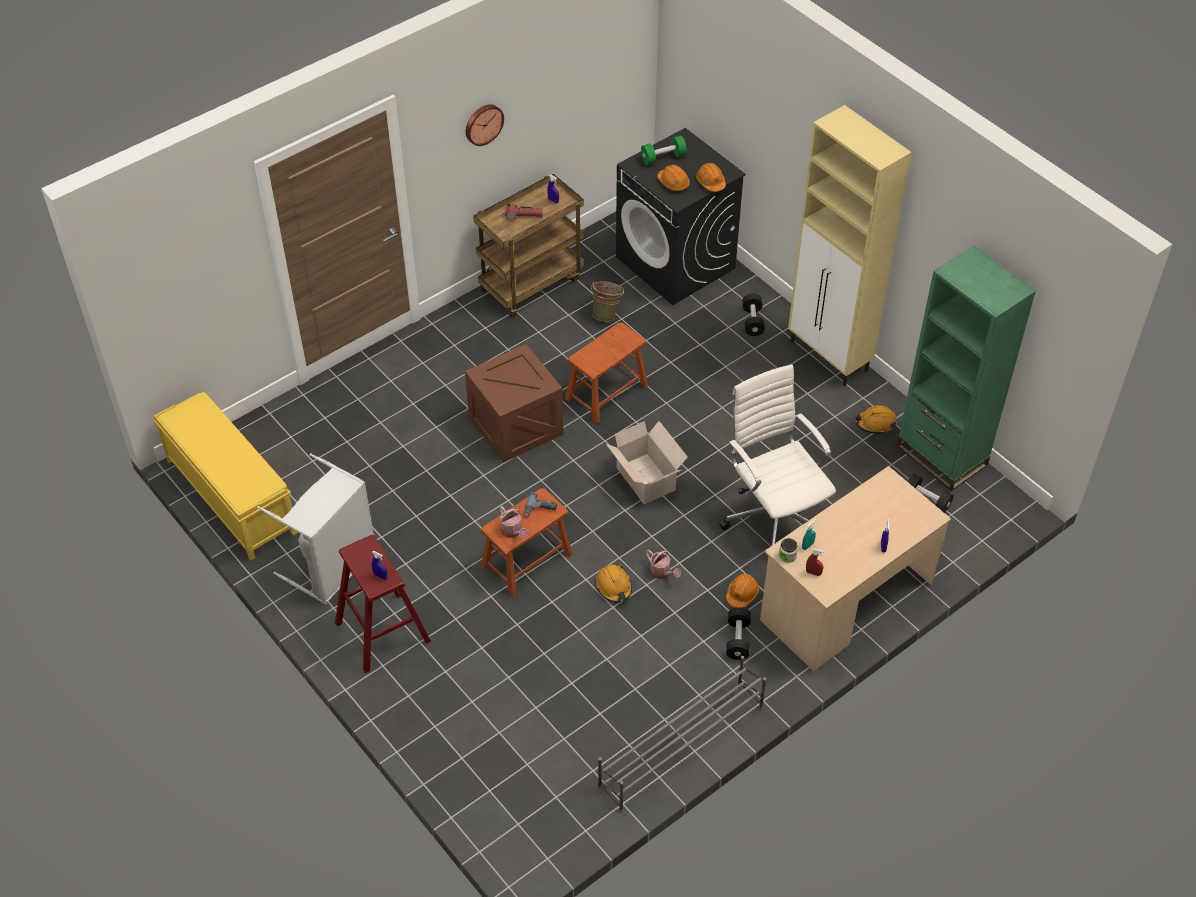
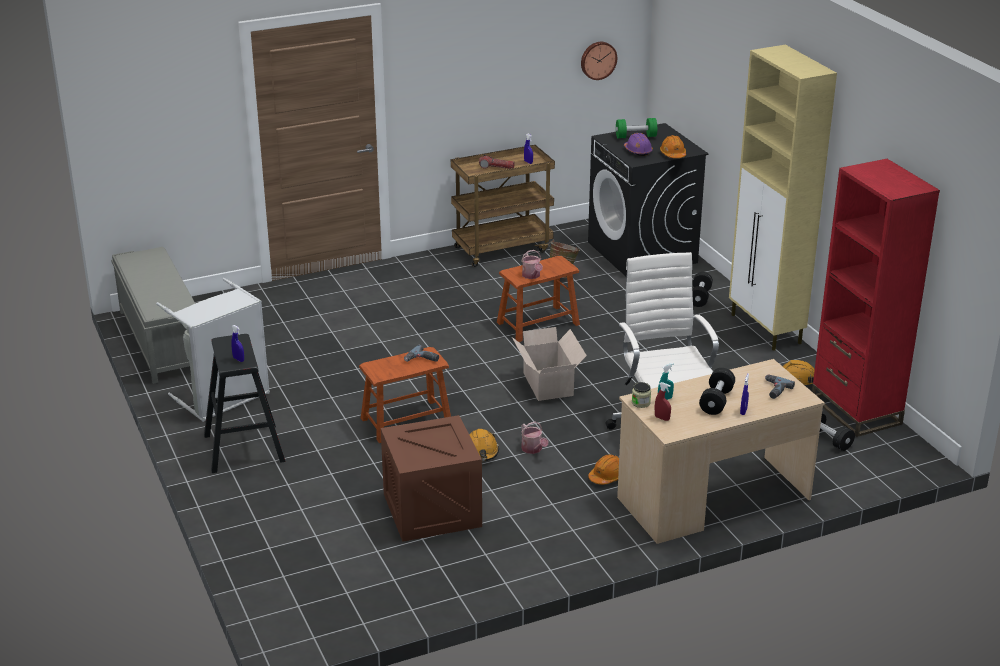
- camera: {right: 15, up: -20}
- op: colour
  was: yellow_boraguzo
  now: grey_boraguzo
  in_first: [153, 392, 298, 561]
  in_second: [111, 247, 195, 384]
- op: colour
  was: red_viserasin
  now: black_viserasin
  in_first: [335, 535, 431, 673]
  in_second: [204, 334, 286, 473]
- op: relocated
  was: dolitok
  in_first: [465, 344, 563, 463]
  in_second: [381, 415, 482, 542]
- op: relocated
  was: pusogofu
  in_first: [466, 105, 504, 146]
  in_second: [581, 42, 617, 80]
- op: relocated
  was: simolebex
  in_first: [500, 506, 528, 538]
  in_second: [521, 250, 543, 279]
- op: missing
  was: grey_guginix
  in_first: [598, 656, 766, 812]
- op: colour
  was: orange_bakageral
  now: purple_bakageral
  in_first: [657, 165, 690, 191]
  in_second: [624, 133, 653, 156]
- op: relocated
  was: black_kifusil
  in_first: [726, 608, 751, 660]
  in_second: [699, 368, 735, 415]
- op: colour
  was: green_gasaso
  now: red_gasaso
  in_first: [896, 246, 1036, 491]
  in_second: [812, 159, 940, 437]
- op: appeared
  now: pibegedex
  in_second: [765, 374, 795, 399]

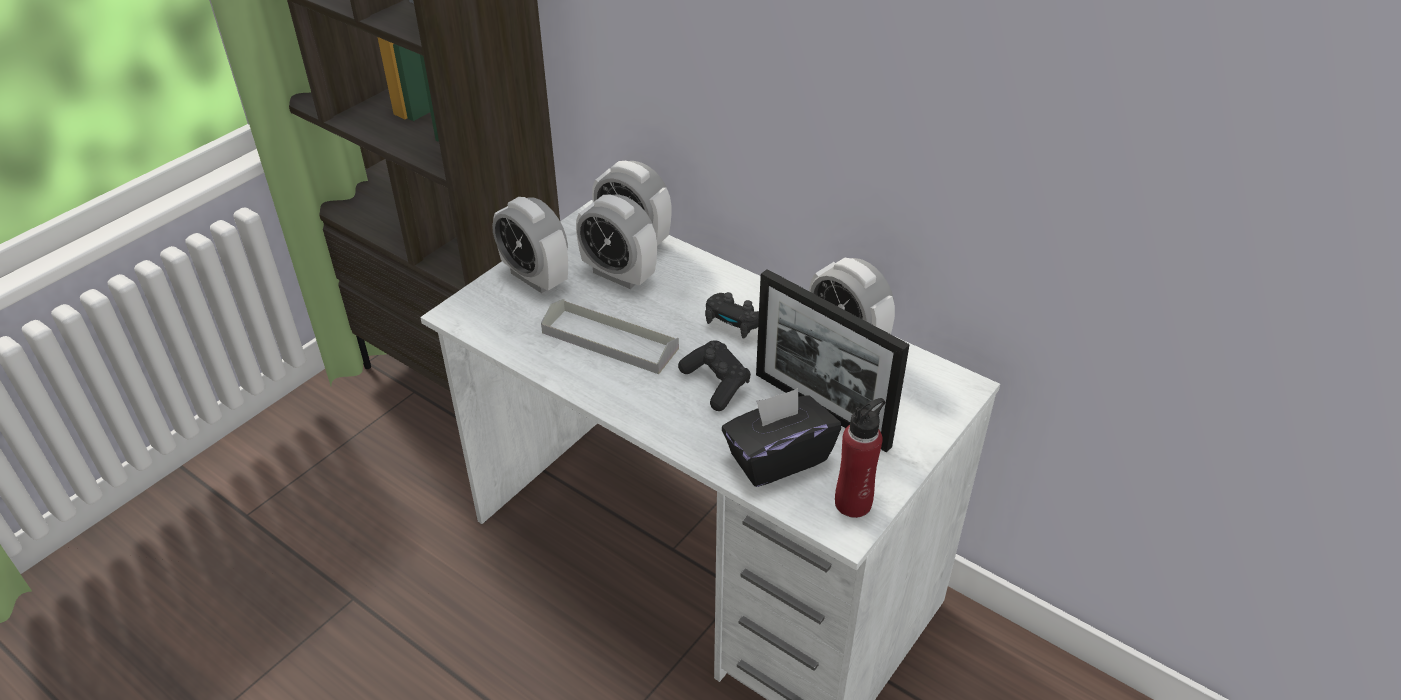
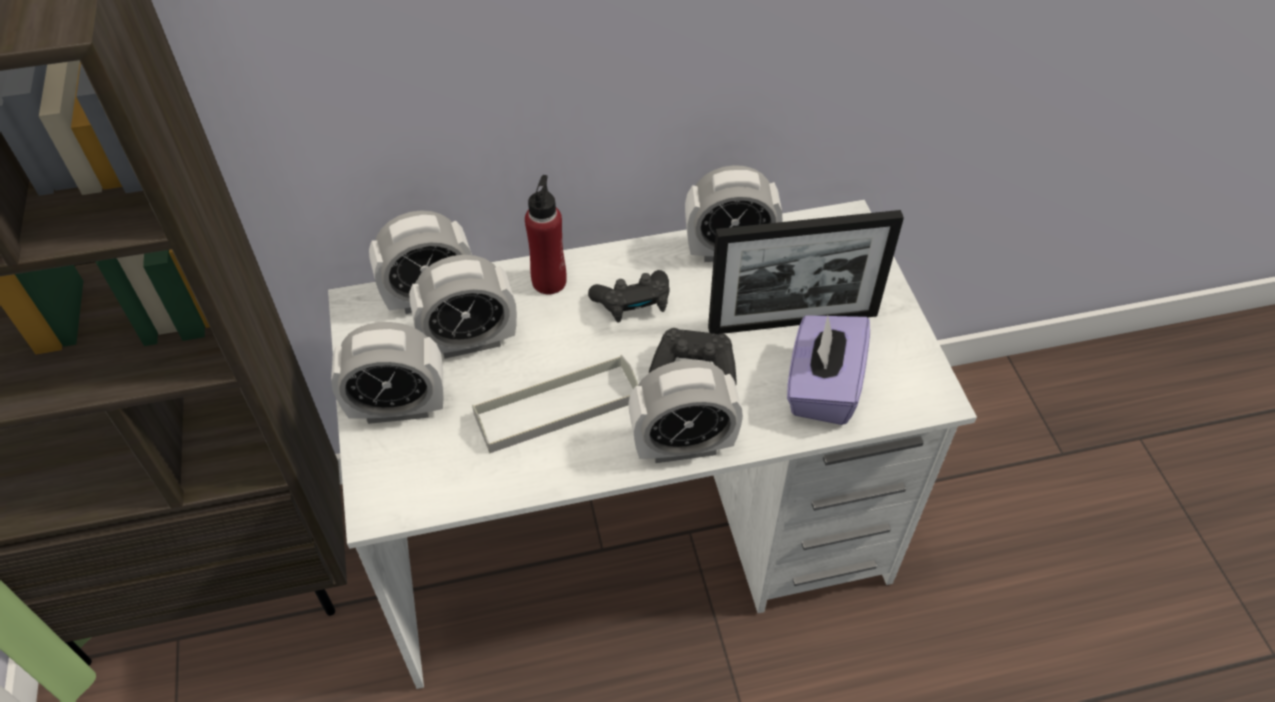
- camera: {right: -50, up: 10}
- op: colour
  was: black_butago
  now: purple_butago
  in_first: [722, 388, 841, 487]
  in_second: [787, 315, 870, 425]
- op: relocated
  was: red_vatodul
  in_first: [835, 398, 885, 518]
  in_second: [525, 175, 567, 295]
- op: appeared
  now: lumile
  in_second: [629, 360, 743, 463]

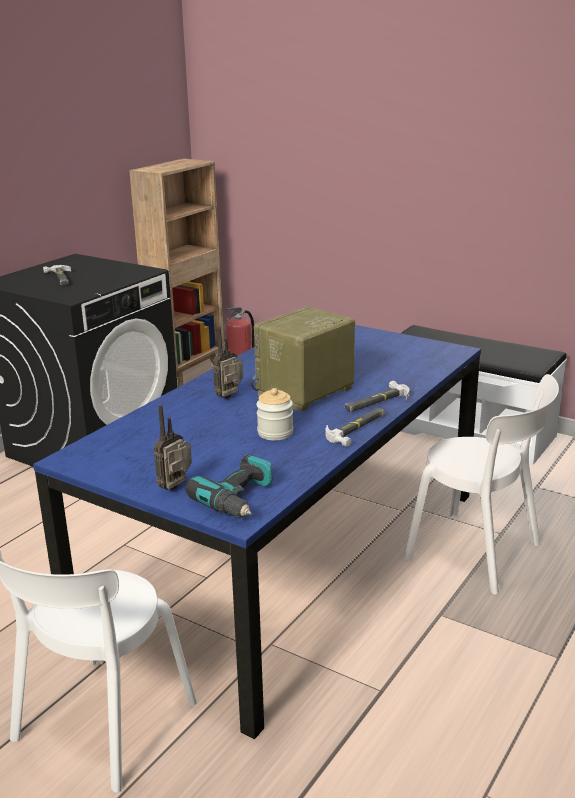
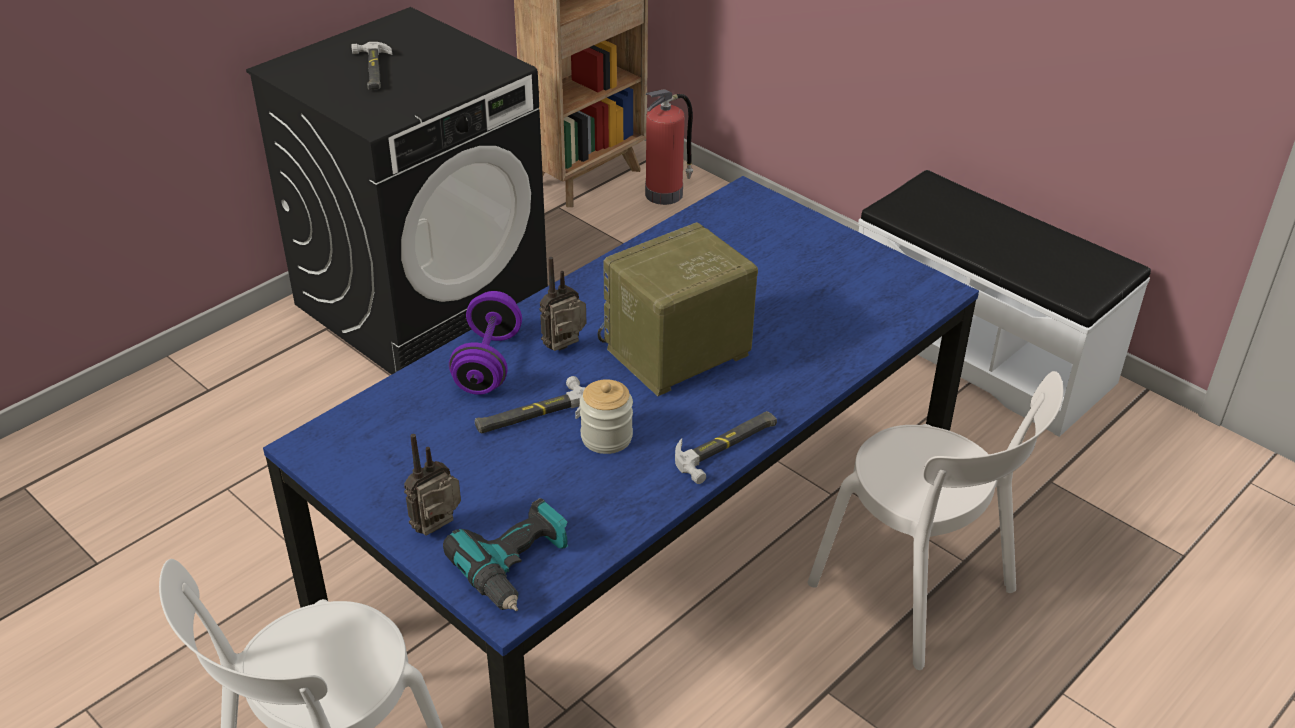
- camera: {right: 10, up: 15}
- op: relocated
  was: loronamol
  in_first: [345, 381, 409, 412]
  in_second: [475, 376, 585, 434]
- op: appeared
  now: purple_kifusil
  in_second: [449, 291, 522, 395]

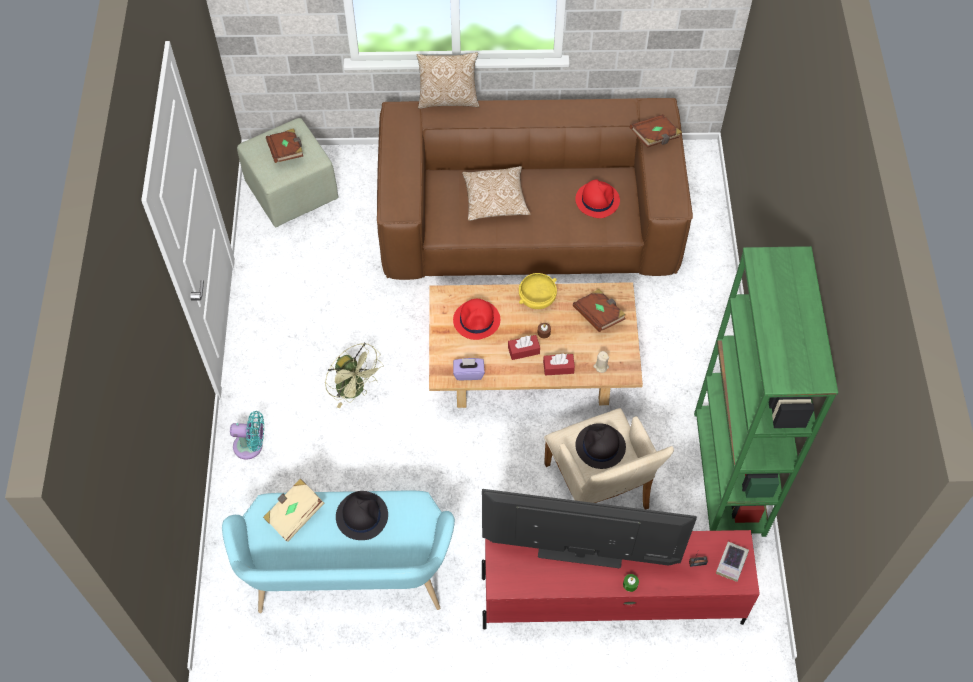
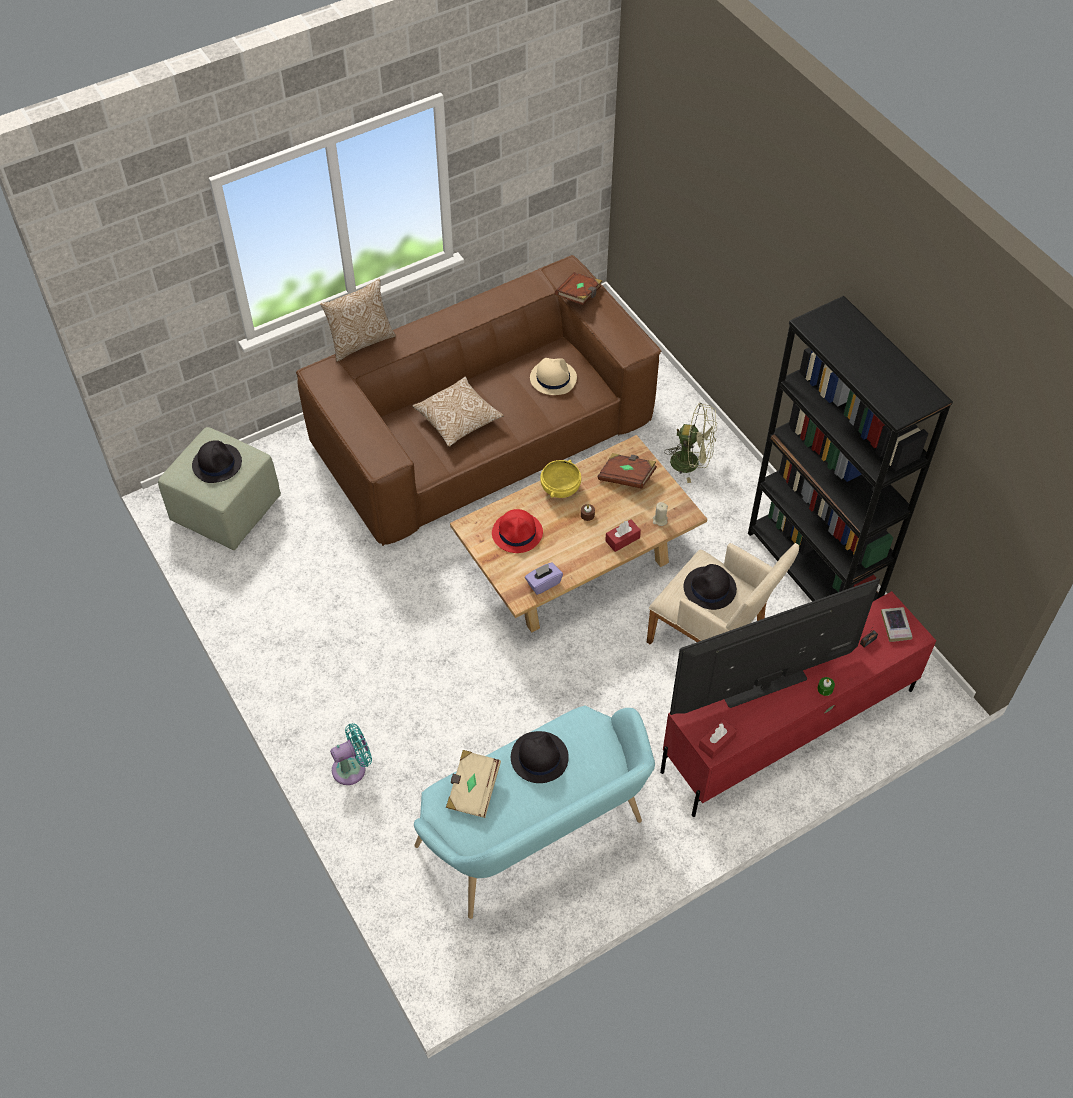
- camera: {right: -30, up: -5}
- op: exchanged
  was: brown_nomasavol
  now: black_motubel
  in_first: [266, 129, 303, 163]
  in_second: [192, 440, 242, 483]
- op: relocated
  was: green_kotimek
  in_first: [325, 343, 384, 409]
  in_second: [664, 403, 717, 483]
- op: relocated
  was: red_butago
  in_first: [508, 335, 540, 360]
  in_second: [698, 719, 737, 759]
- op: colour
  was: red_motubel
  now: beige_motubel
  in_first: [575, 179, 620, 218]
  in_second: [530, 358, 577, 395]
- op: colour
  was: green_gasaso
  now: black_gasaso
  in_first: [694, 246, 838, 537]
  in_second: [748, 296, 953, 601]

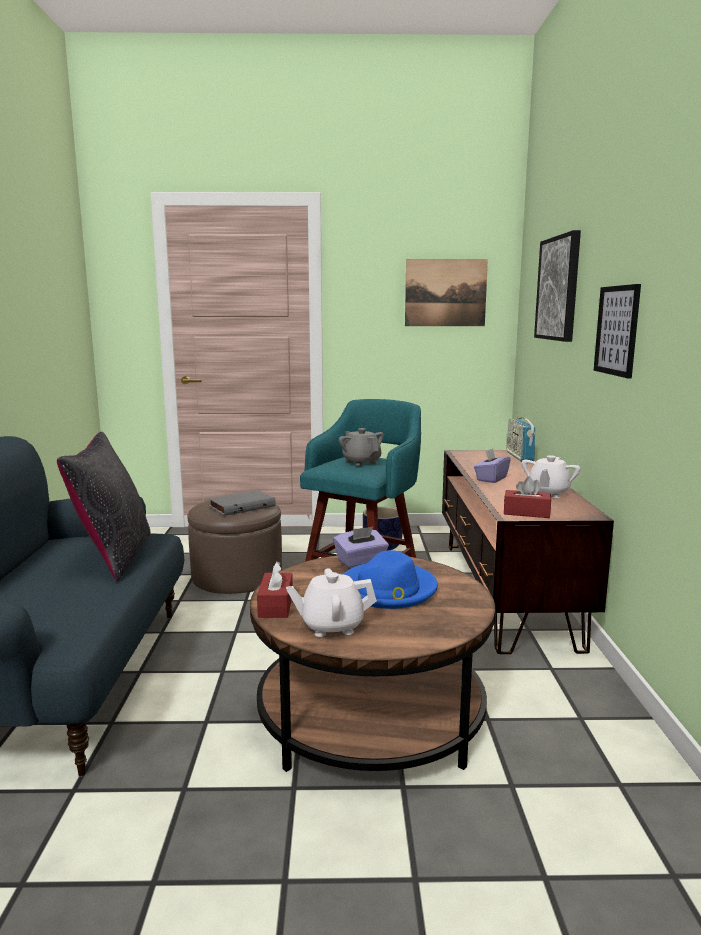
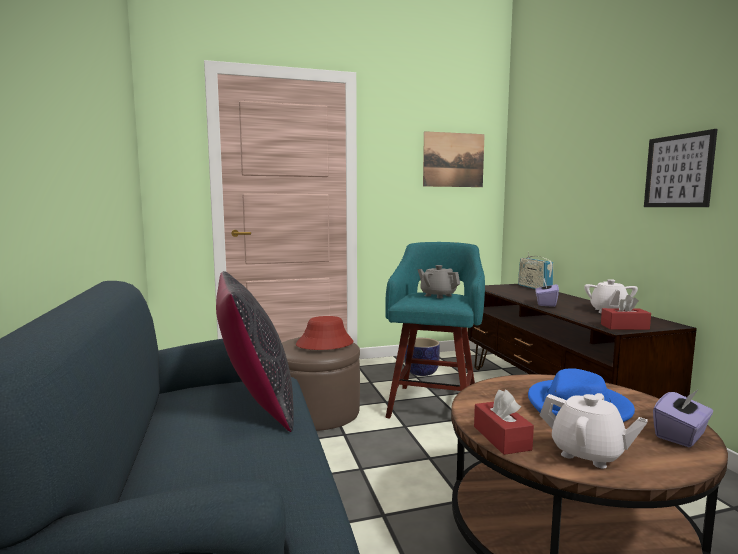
- camera: {right: -15, up: -5}
- op: exchanged
  was: grey_nomasavol
  now: red_motubel
  in_first: [209, 490, 276, 516]
  in_second: [296, 316, 353, 350]
- op: spun
  was: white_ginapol
  in_first: [286, 568, 377, 637]
  in_second: [540, 393, 648, 468]
  clockwise: -120
- op: relocated
  was: purple_butago
  in_first: [333, 527, 389, 568]
  in_second: [653, 389, 713, 447]
- op: missing
  was: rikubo
  in_first: [534, 230, 581, 342]

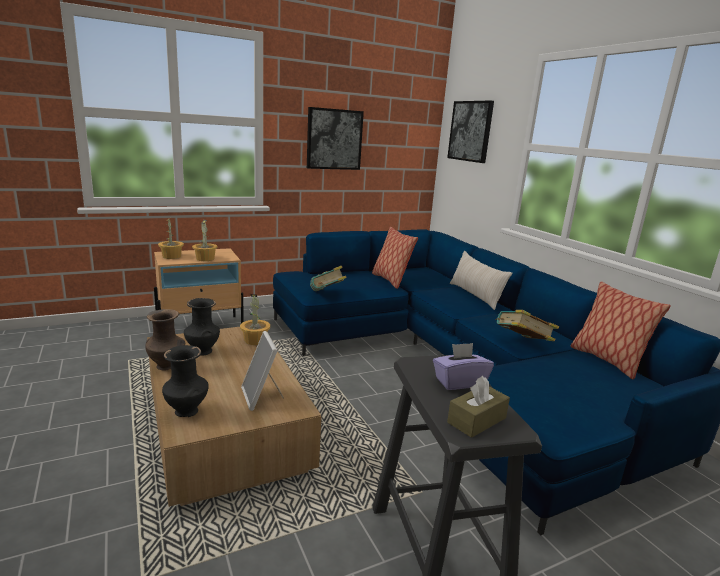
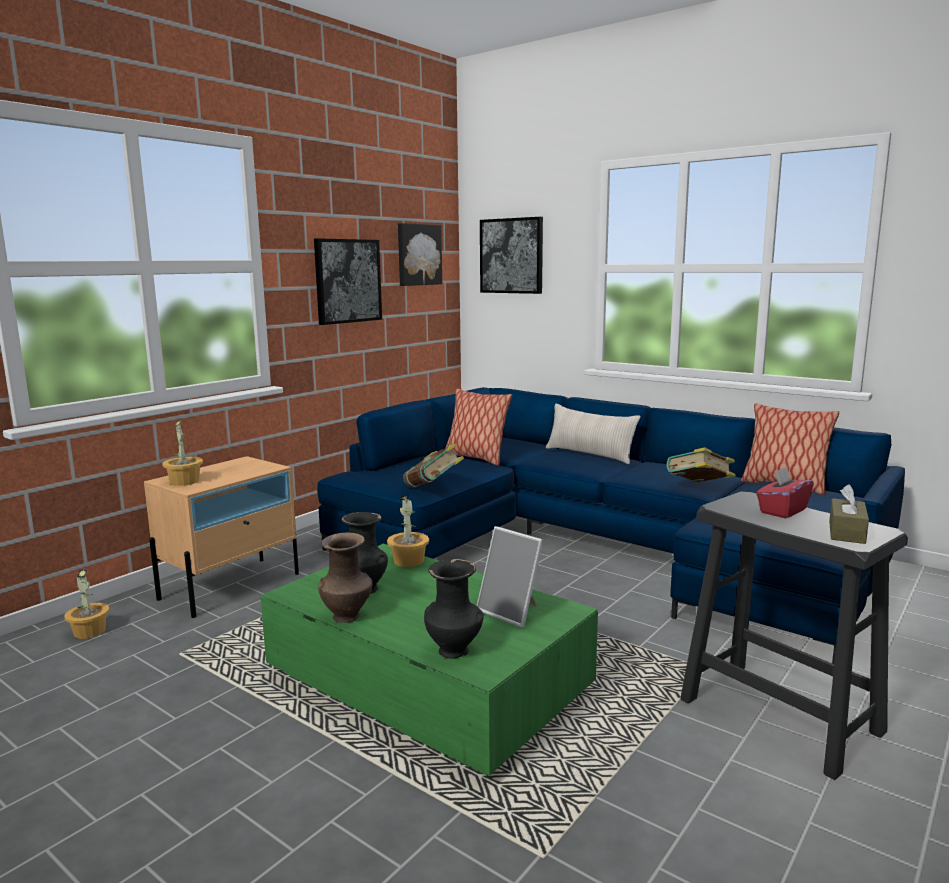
- camera: {right: -25, up: -5}
- op: colour
  was: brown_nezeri
  now: green_nezeri
  in_first: [147, 327, 321, 507]
  in_second: [261, 544, 598, 776]
- op: relocated
  was: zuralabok
  in_first: [192, 219, 218, 261]
  in_second: [65, 569, 109, 639]
- op: colour
  was: purple_butago
  now: red_butago
  in_first: [433, 343, 494, 390]
  in_second: [756, 467, 814, 519]
- op: appeared
  now: rikubo
  in_second: [398, 223, 442, 286]

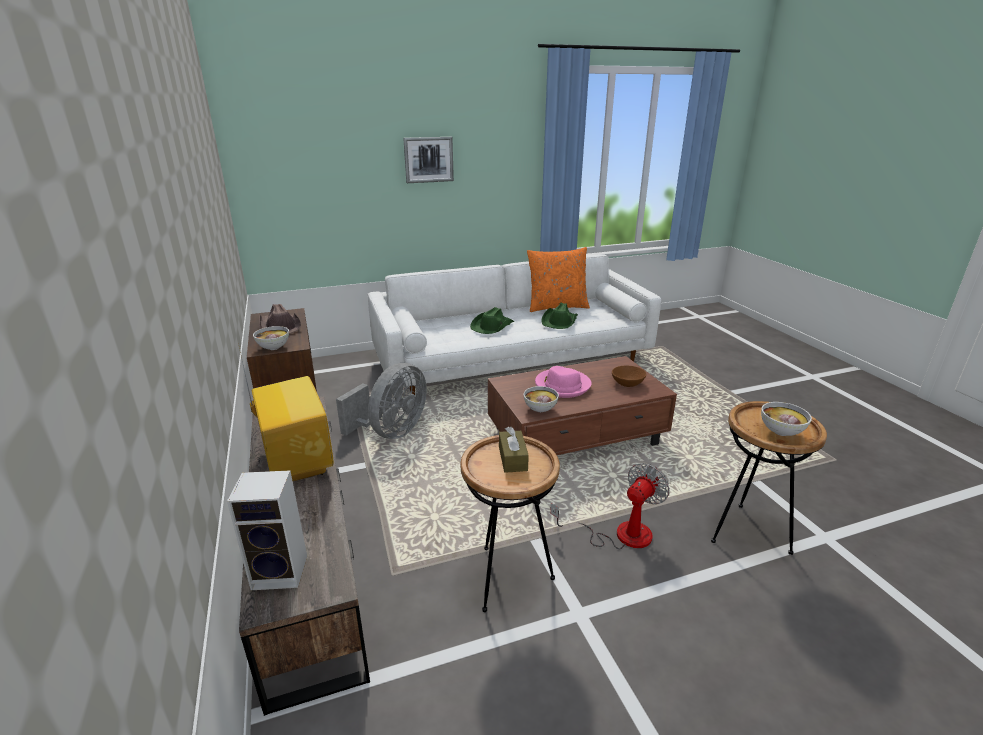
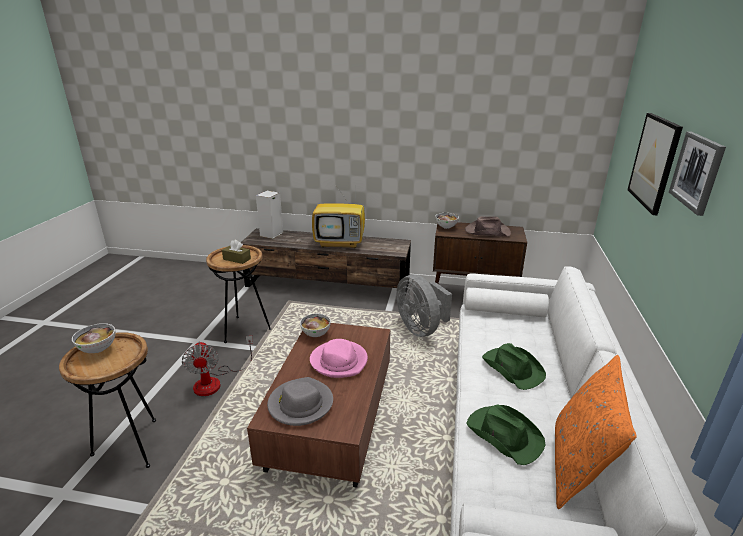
- camera: {right: 120, up: 0}
- op: exchanged
  was: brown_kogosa
  now: grey_motubel
  in_first: [612, 366, 646, 387]
  in_second: [267, 377, 333, 426]
- op: appeared
  now: rikubo
  in_second: [628, 113, 683, 215]

